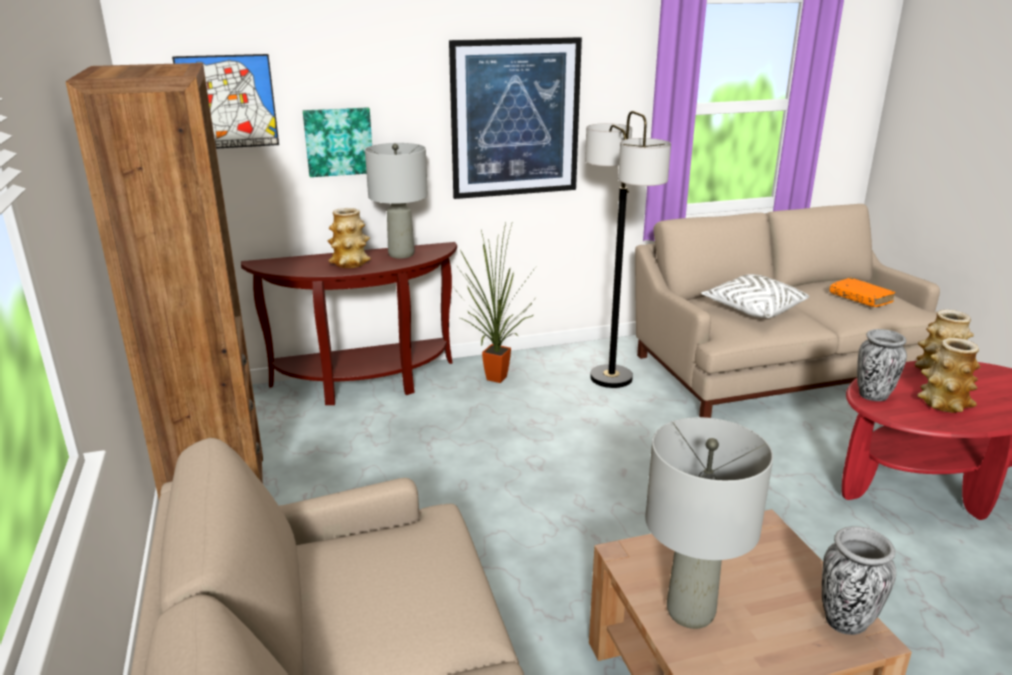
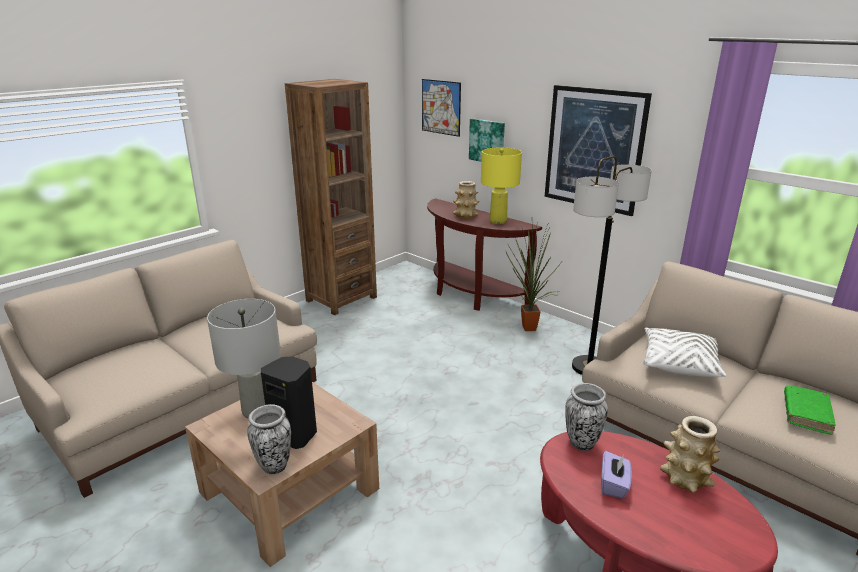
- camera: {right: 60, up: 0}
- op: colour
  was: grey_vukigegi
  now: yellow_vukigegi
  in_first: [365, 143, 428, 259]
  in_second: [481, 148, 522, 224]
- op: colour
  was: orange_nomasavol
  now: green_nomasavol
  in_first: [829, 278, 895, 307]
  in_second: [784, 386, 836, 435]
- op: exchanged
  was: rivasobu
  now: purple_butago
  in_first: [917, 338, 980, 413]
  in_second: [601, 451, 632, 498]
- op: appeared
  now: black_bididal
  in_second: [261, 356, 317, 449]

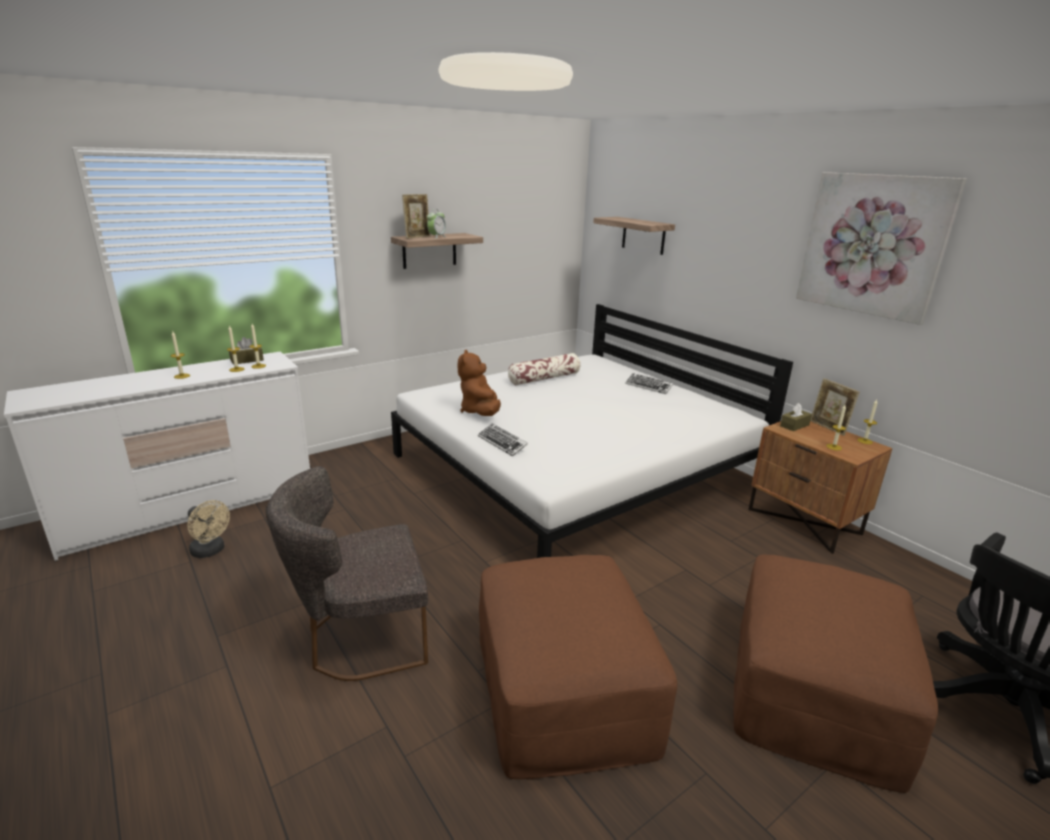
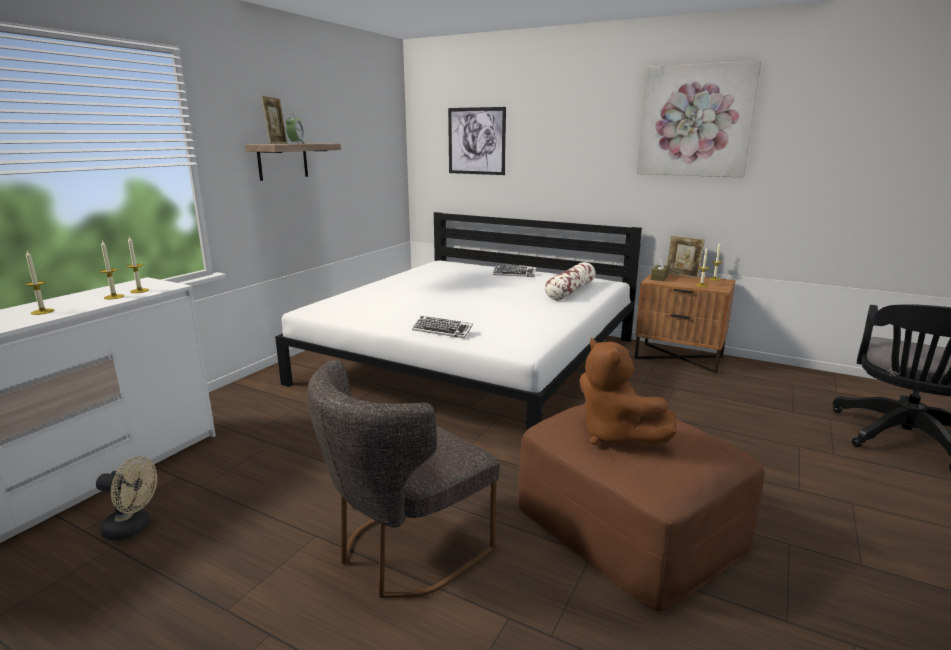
- camera: {right: -25, up: -5}
- op: missing
  was: brown_butago
  in_first: [229, 337, 264, 365]
- op: relocated
  was: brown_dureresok
  in_first: [457, 350, 501, 416]
  in_second: [579, 338, 676, 445]
- op: relocated
  was: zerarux
  in_first: [508, 353, 581, 385]
  in_second: [545, 262, 596, 300]
- op: exchanged
  was: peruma
  now: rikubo
  in_first: [593, 217, 675, 255]
  in_second: [448, 107, 506, 175]
- op: missing
  was: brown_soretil
  in_first: [733, 555, 938, 793]

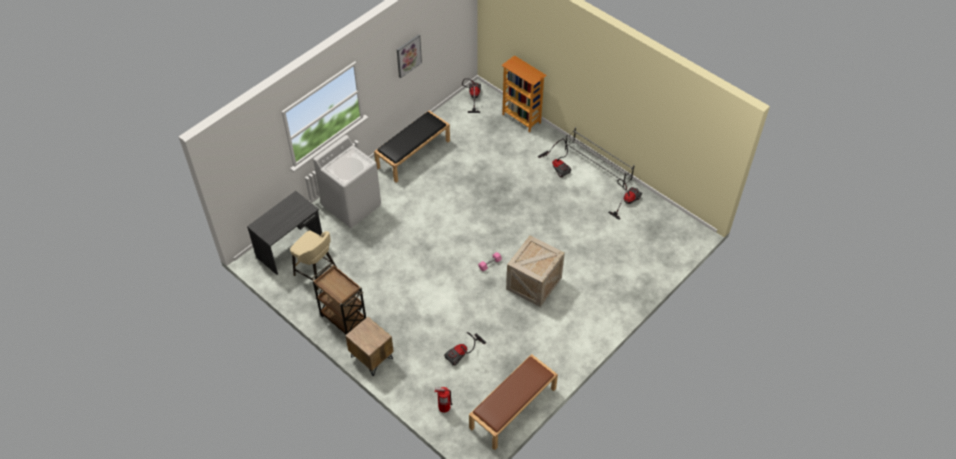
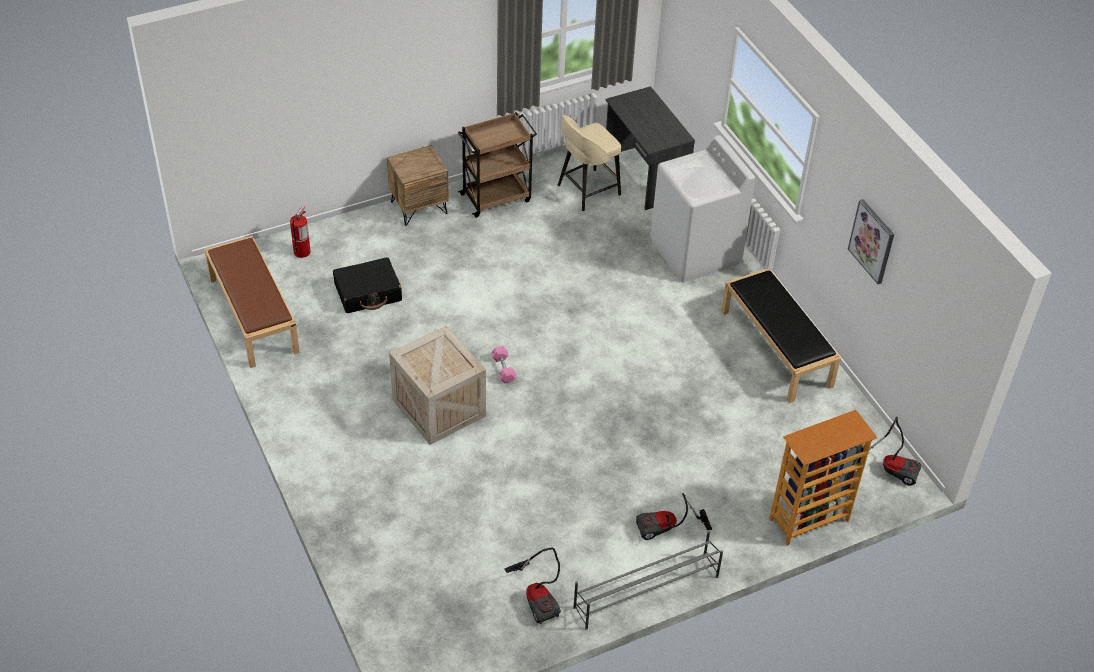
- camera: {right: 110, up: -5}
- op: exchanged
  was: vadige
  now: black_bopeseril
  in_first: [444, 332, 486, 365]
  in_second: [333, 257, 402, 313]

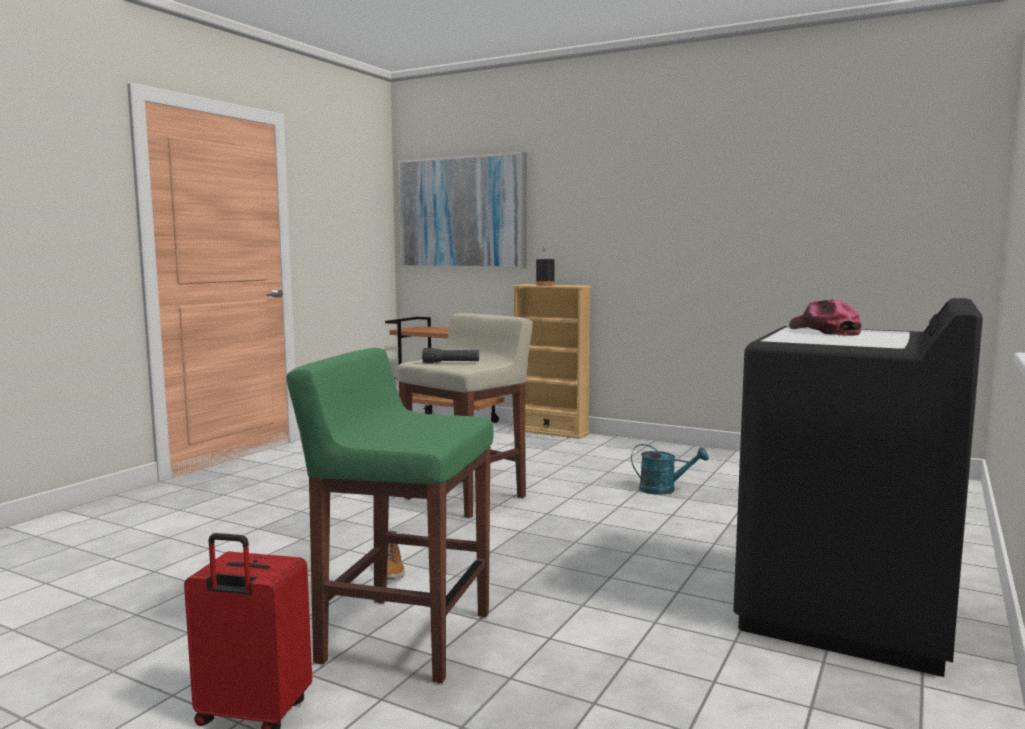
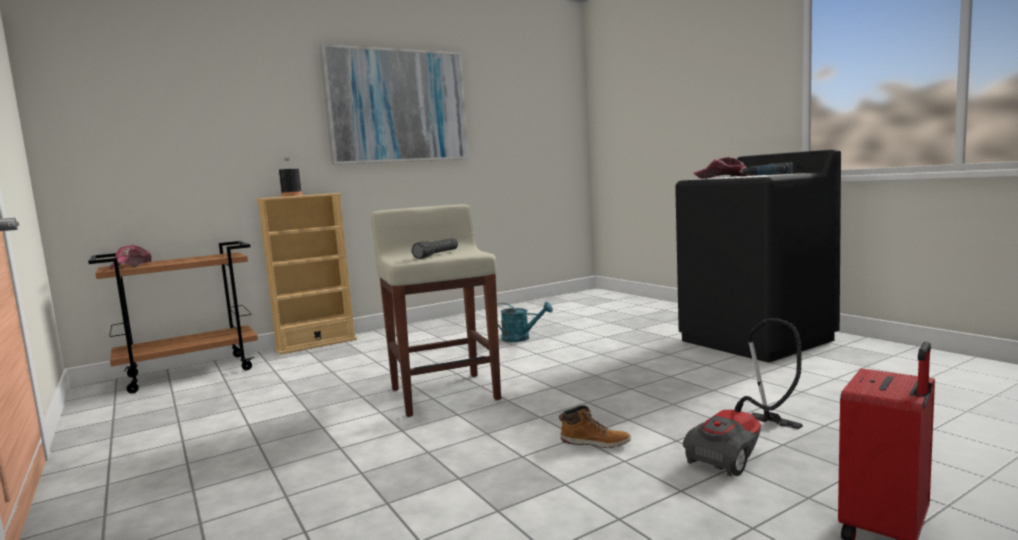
- camera: {right: -60, up: 0}
- op: exchanged
  was: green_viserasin
  now: vadige
  in_first: [286, 348, 494, 683]
  in_second: [683, 318, 803, 476]
- op: relocated
  was: rikubo
  in_first: [398, 152, 527, 269]
  in_second: [320, 44, 469, 165]
- op: spun
  was: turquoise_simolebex
  in_first: [631, 444, 709, 495]
  in_second: [497, 302, 553, 342]
  clockwise: 60
- op: appeared
  now: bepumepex
  in_second: [110, 245, 152, 269]
- op: appeared
  now: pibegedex
  in_second: [739, 162, 793, 175]

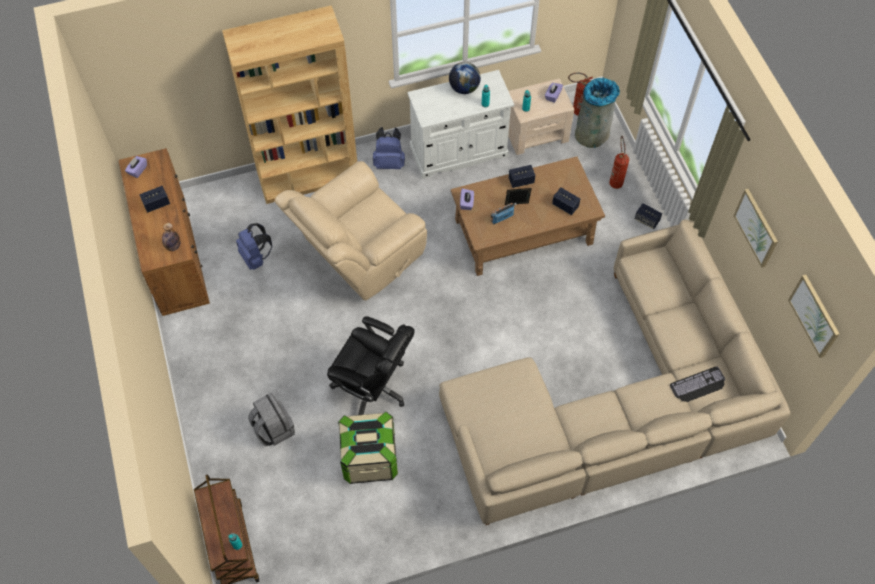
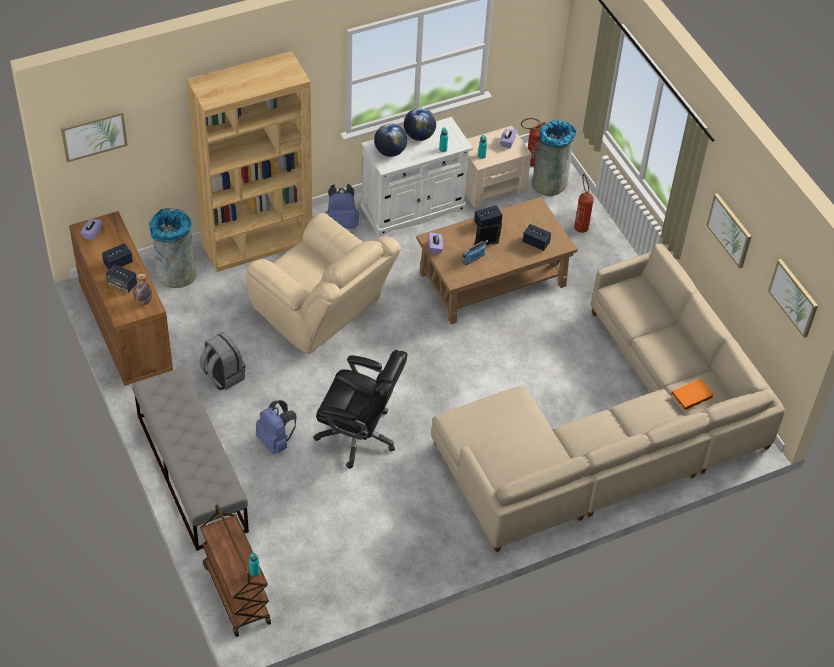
- camera: {right: -10, up: -10}
- op: relocated
  was: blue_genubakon
  in_first: [236, 223, 272, 270]
  in_second: [256, 400, 297, 454]
- op: relocated
  was: grey_genubakon
  in_first: [248, 393, 295, 446]
  in_second: [200, 332, 245, 390]
- op: spun
  was: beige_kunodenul
  in_first: [274, 161, 427, 300]
  in_second: [246, 213, 401, 354]
  clockwise: -90
- op: missing
  was: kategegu
  in_first: [338, 412, 398, 484]
- op: relocated
  was: bididal
  in_first: [635, 203, 662, 229]
  in_second: [106, 264, 137, 293]
- op: exchanged
  was: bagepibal
  now: orange_nomasavol
  in_first: [670, 367, 725, 402]
  in_second: [671, 379, 714, 410]
- op: appeared
  now: rikubo
  in_second: [61, 111, 128, 162]
- op: appeared
  now: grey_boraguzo
  in_second: [132, 367, 249, 551]
- op: appeared
  now: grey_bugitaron
  in_second: [149, 208, 196, 288]
- op: appeared
  now: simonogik
  in_second: [374, 123, 407, 157]

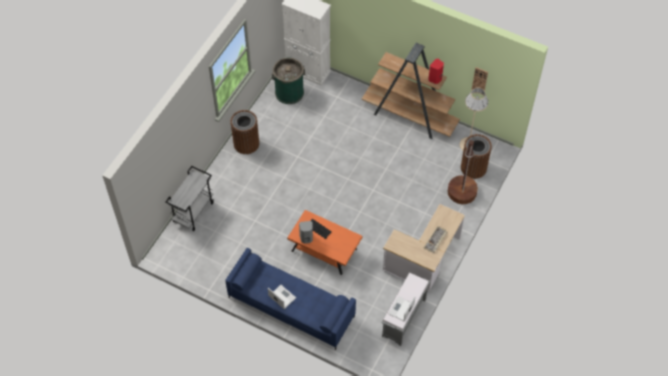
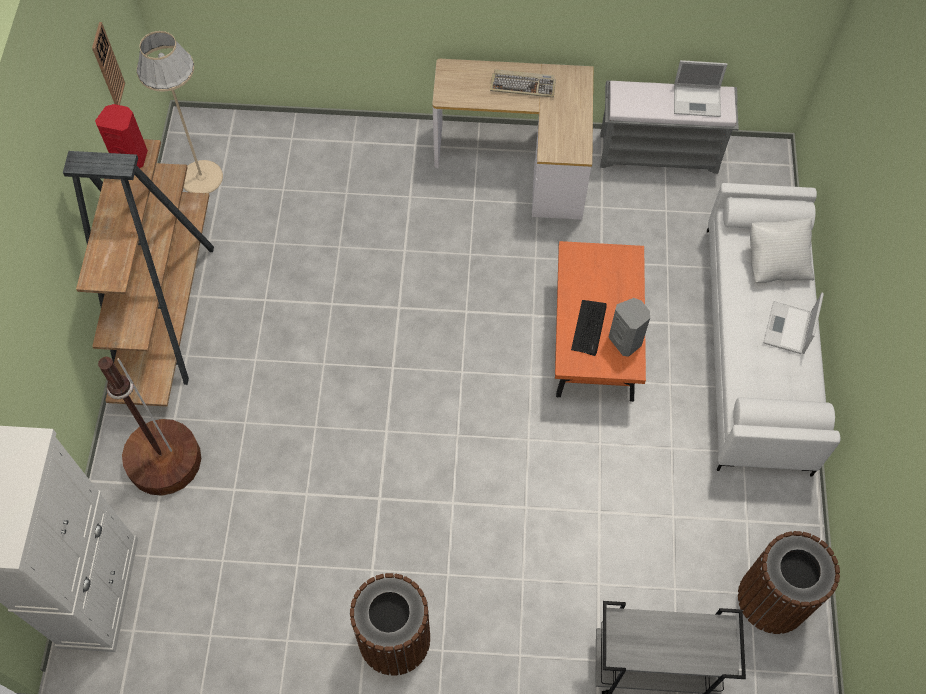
- camera: {right: -115, up: 5}
- op: colour
  was: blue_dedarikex
  now: white_dedarikex
  in_first: [225, 248, 356, 350]
  in_second: [707, 183, 840, 477]
- op: missing
  was: green_bugitaron
  in_first: [272, 58, 305, 104]
- op: relocated
  was: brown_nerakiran
  in_first: [447, 140, 478, 204]
  in_second: [98, 357, 201, 496]
- op: relocated
  was: brown_bugitaron
  in_first: [461, 134, 492, 179]
  in_second: [738, 531, 840, 634]
- op: appeared
  now: white_zerarux
  in_second: [750, 217, 814, 283]

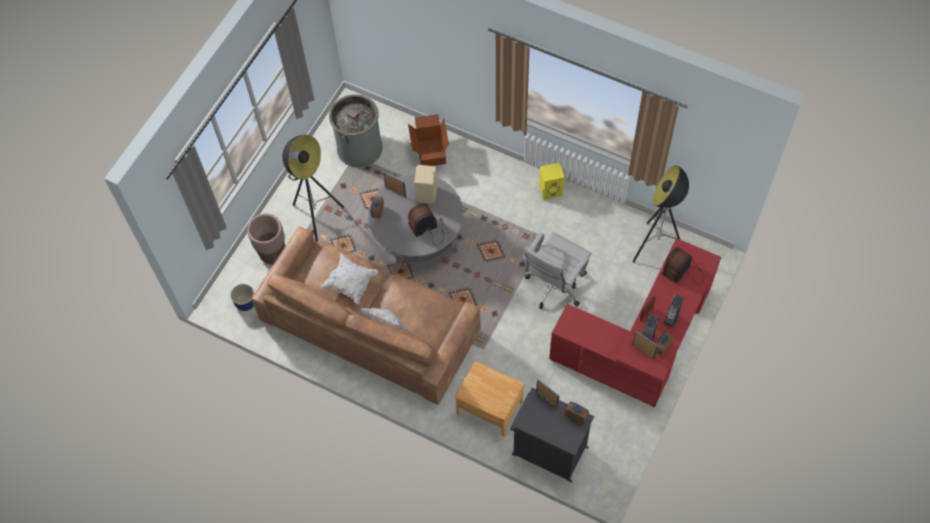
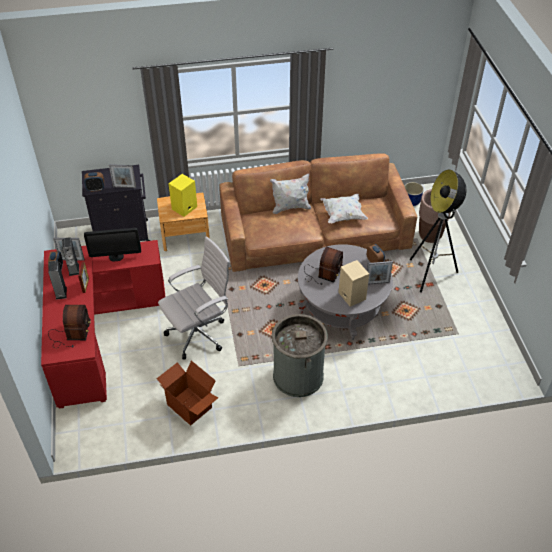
- camera: {right: 140, up: -15}
- op: relocated
  was: grey_bugitaron
  in_first: [329, 94, 382, 167]
  in_second: [272, 314, 328, 397]
- op: relocated
  was: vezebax
  in_first: [408, 114, 449, 166]
  in_second: [156, 360, 218, 426]
- op: spun
  was: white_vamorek
  in_first: [522, 232, 592, 309]
  in_second: [158, 237, 230, 359]
  clockwise: 60
- op: relocated
  was: yellow_bididal
  in_first: [539, 163, 565, 200]
  in_second: [168, 174, 197, 217]
- op: missing
  was: nerakiran
  in_first: [633, 165, 689, 262]
- op: appeared
  now: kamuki
  in_second: [84, 228, 141, 262]

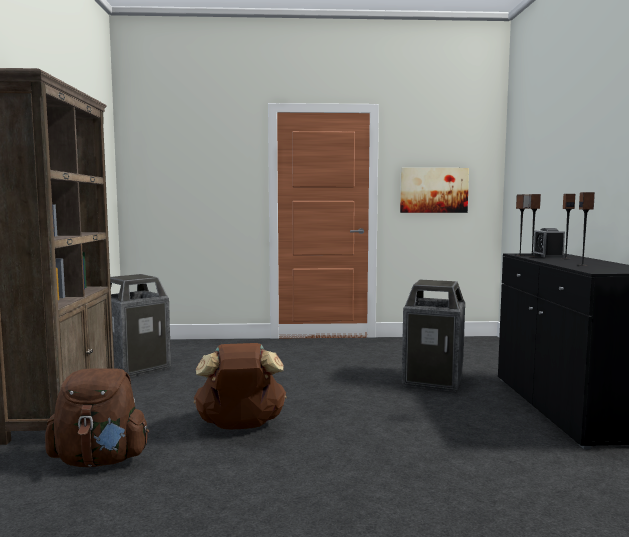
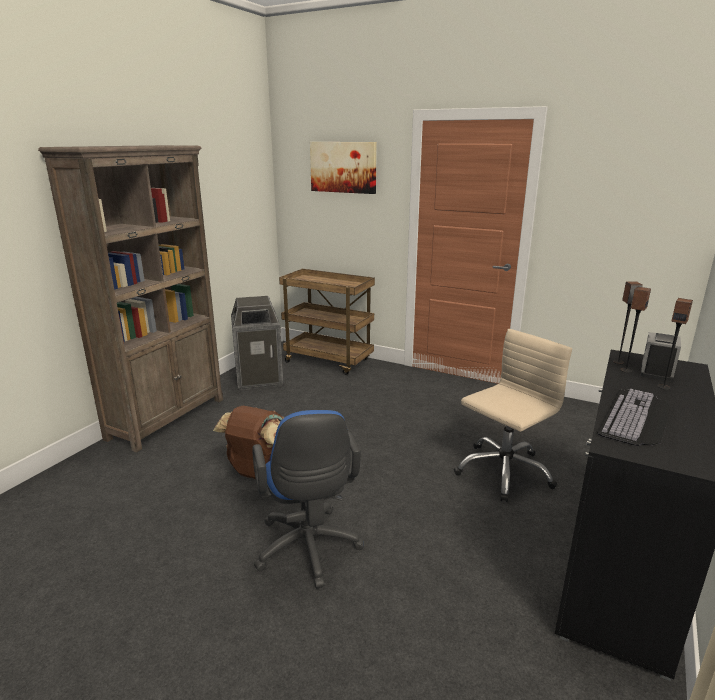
- camera: {right: 30, up: 15}
- op: missing
  was: brown_genubakon
  in_first: [45, 368, 149, 467]
- op: relocated
  was: rikubo
  in_first: [400, 168, 469, 213]
  in_second: [310, 142, 377, 194]
- op: exchanged
  was: bugitaron
  now: beige_vamorek
  in_first: [402, 280, 465, 392]
  in_second: [454, 329, 572, 502]
- op: exchanged
  was: bididal
  now: bagepibal
  in_first: [578, 192, 595, 266]
  in_second: [597, 389, 671, 446]
- op: appeared
  now: blue_vamorek
  in_second: [252, 410, 364, 589]
- op: appeared
  now: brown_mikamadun
  in_second: [279, 269, 375, 375]

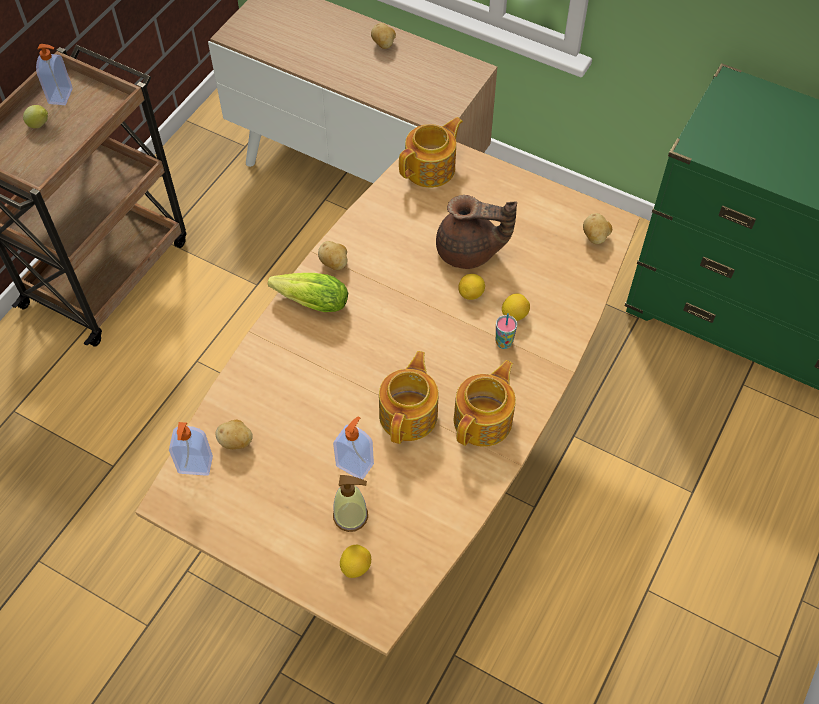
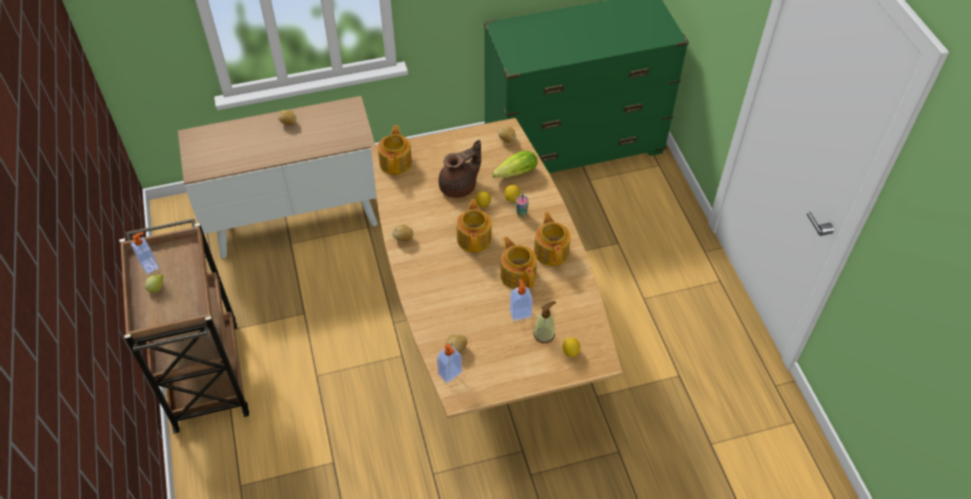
- camera: {right: -45, up: -5}
- op: relocated
  was: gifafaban
  in_first: [268, 273, 348, 312]
  in_second: [492, 151, 537, 178]
- op: appeared
  now: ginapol
  in_second: [457, 199, 492, 253]

